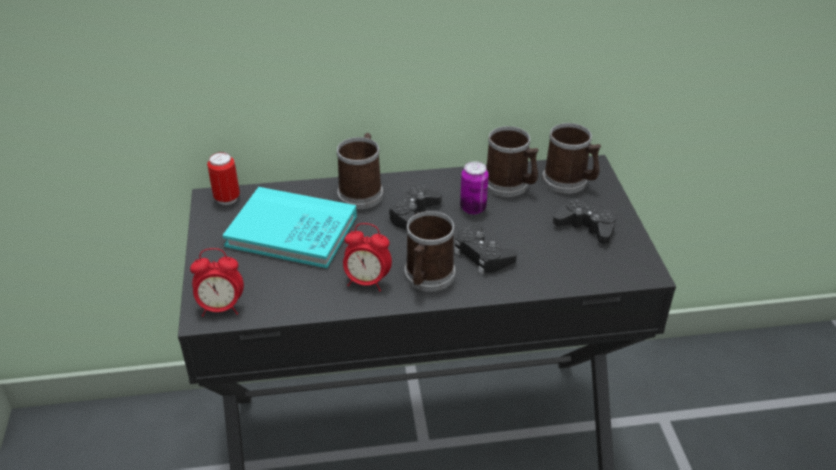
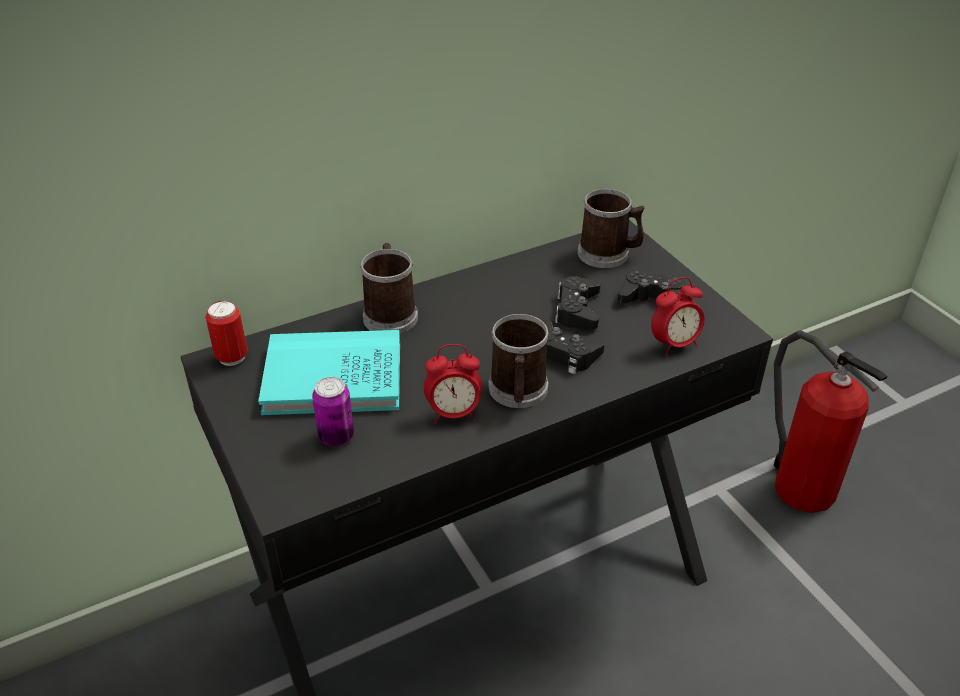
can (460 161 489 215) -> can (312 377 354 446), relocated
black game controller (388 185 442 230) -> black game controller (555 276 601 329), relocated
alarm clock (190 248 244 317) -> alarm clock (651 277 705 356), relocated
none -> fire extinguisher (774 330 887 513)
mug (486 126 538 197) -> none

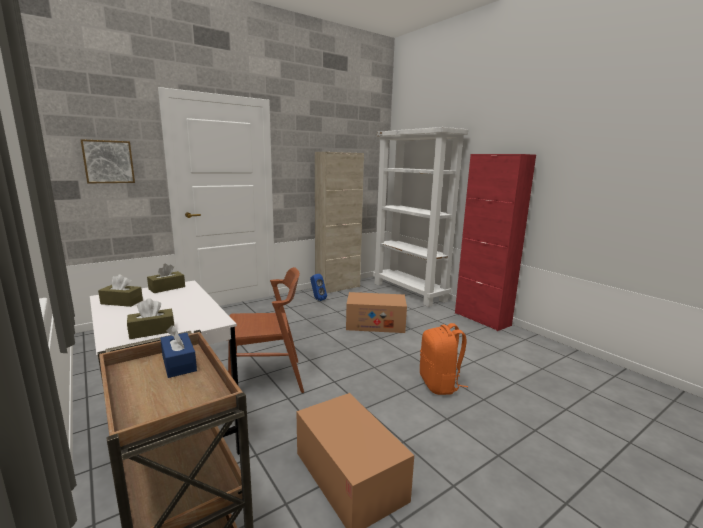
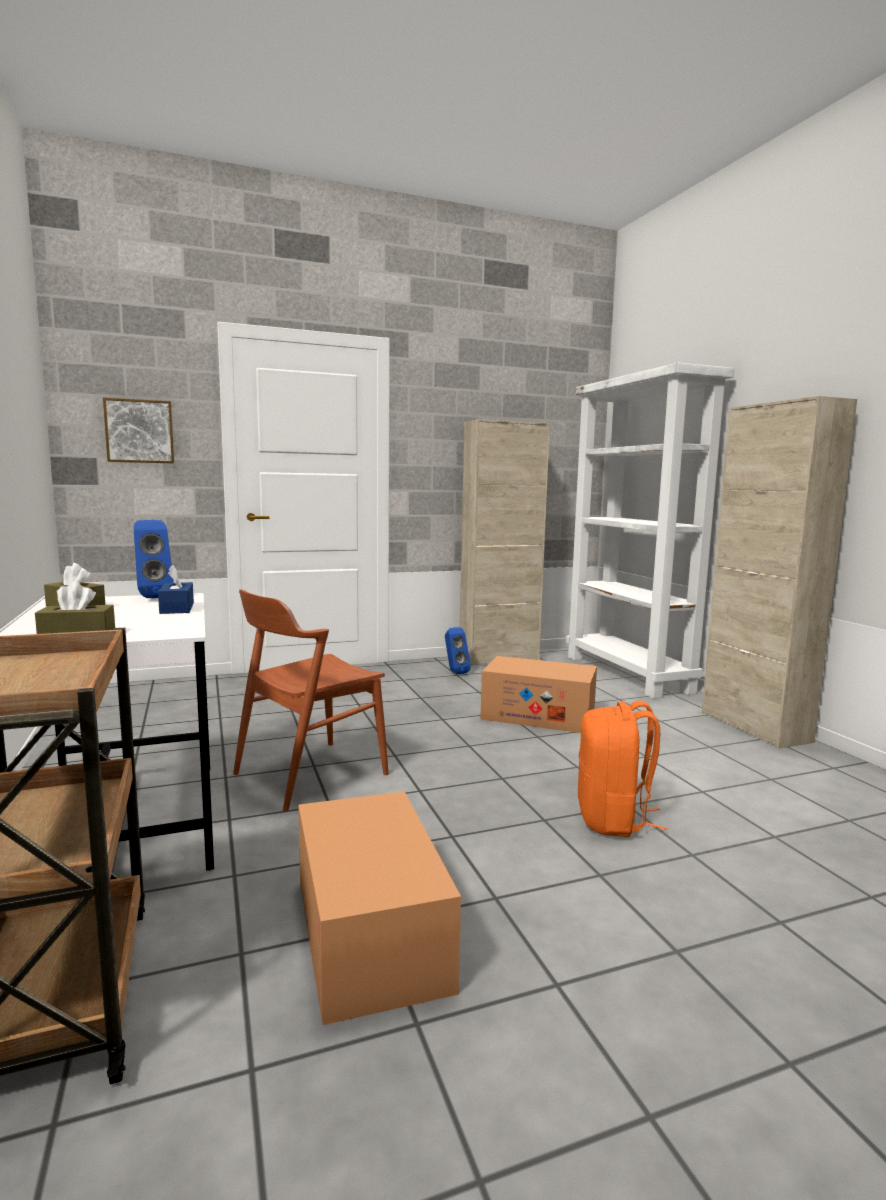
brown tissue box (147 264 185 293) -> blue speaker (134 520 174 598)
blue tissue box (160 325 197 378) -> blue tissue box (158 565 194 614), relocated
brown chair (228 267 304 393) -> brown chair (233 590 389 811), 135 degrees clockwise
red cabinet (455 154 536 331) -> beige cabinet (702 396 857 749)

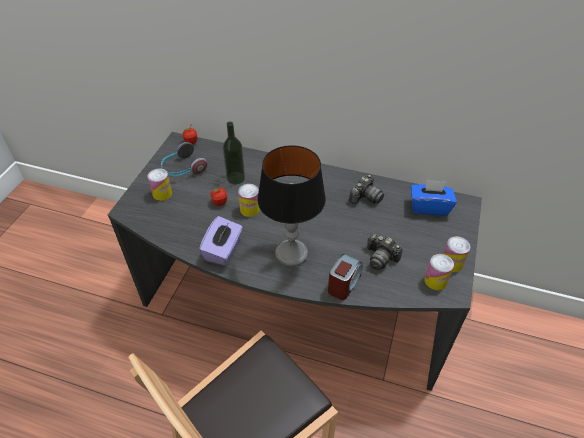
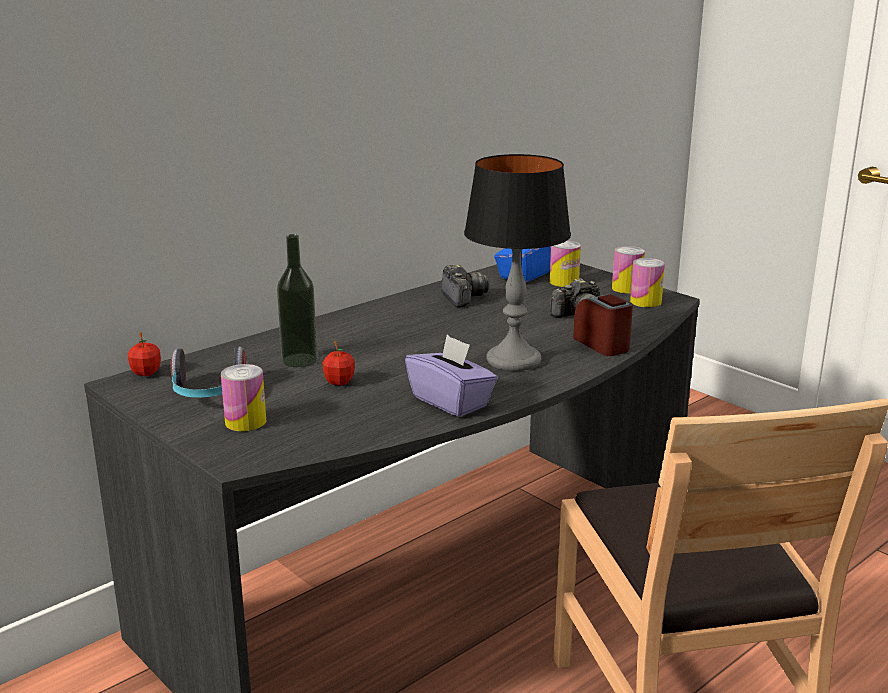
can (238 184 260 217) -> can (549 241 581 287), relocated

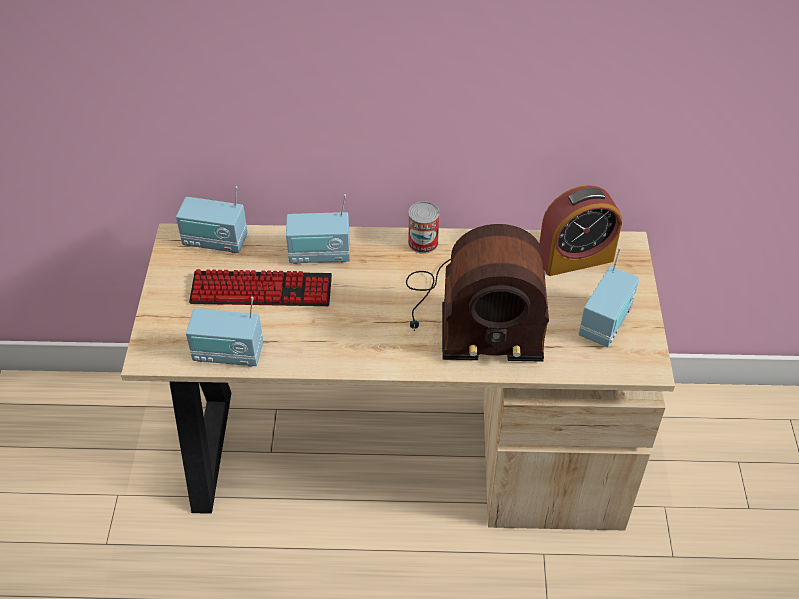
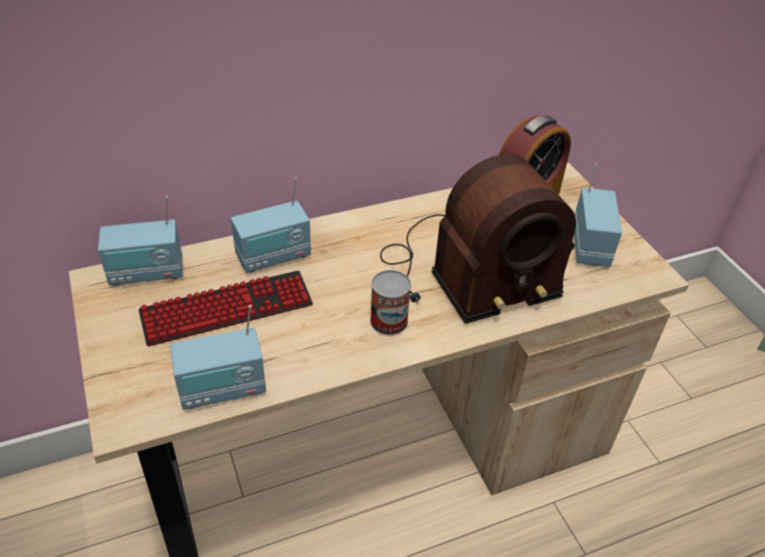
can (408 201 440 254) -> can (370 270 411 335), relocated

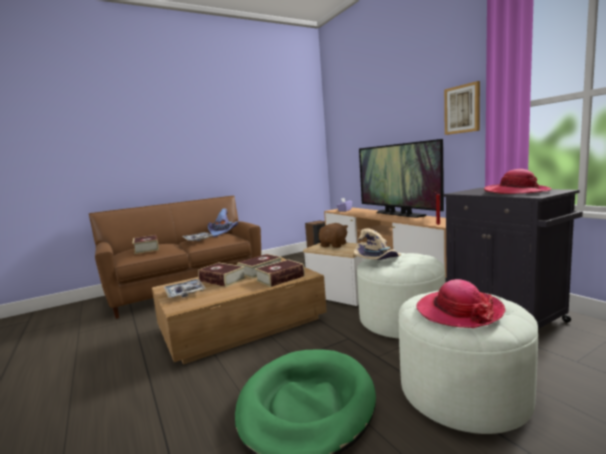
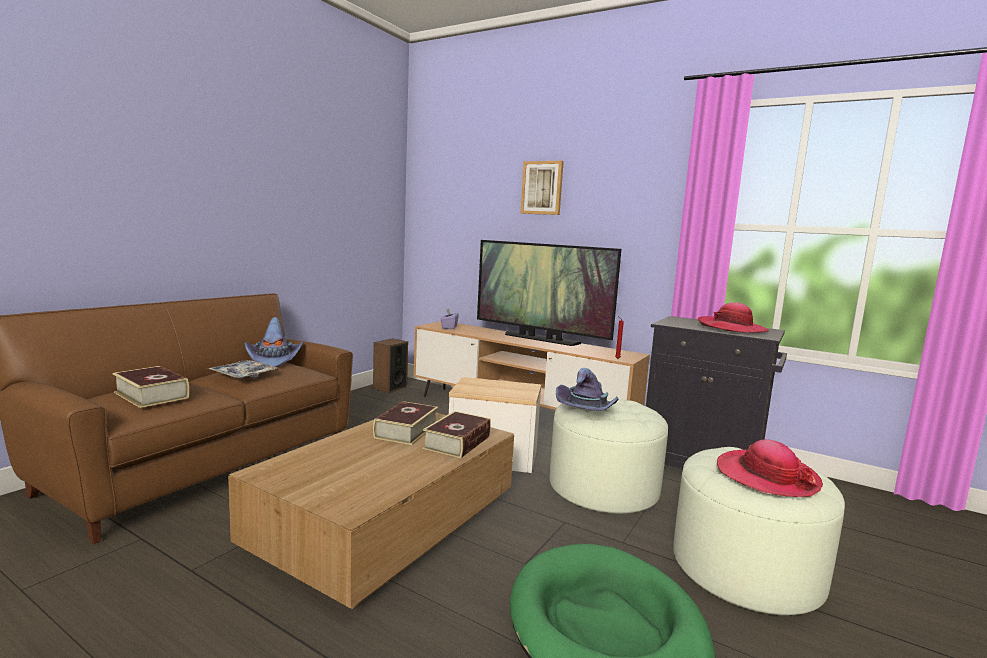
picture (444 81 480 135) -> picture (520 161 564 215), relocated
beige hat (354 228 401 260) -> purple hat (556 368 619 411)
tray (164 279 206 298) -> none
book (198 263 246 287) -> none
brown plush toy (319 223 348 248) -> none

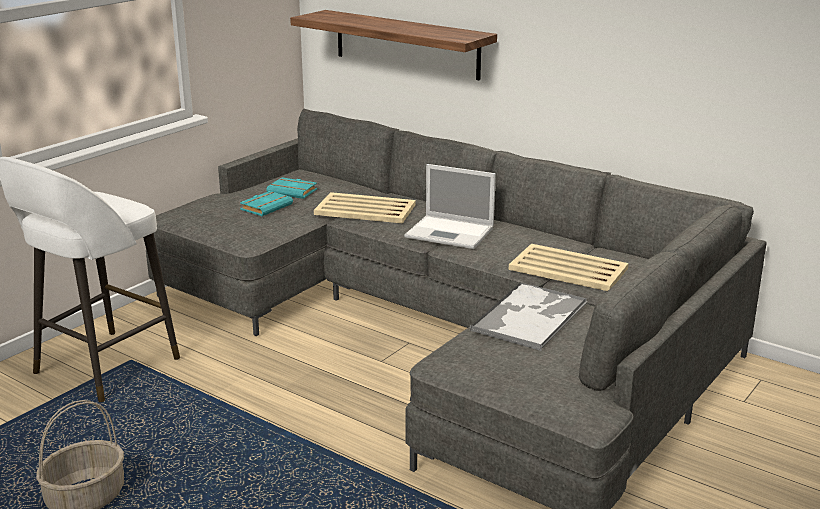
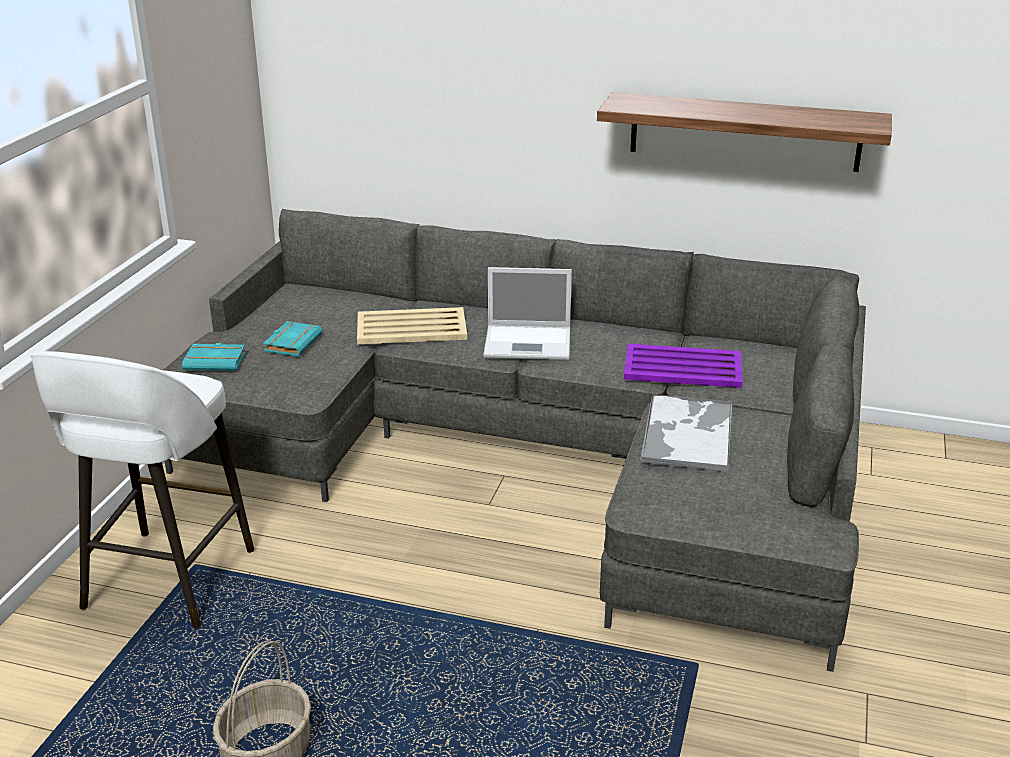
turquoise book (266 178 317 199) -> turquoise book (182 343 246 371), relocated
shelf (290 10 497 80) -> shelf (597 92 892 172), relocated
beige tray (509 244 629 291) -> purple tray (624 344 743 388)

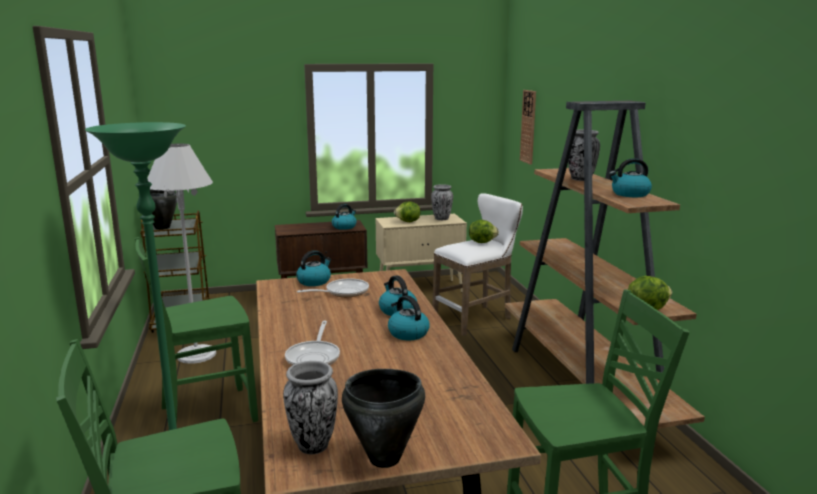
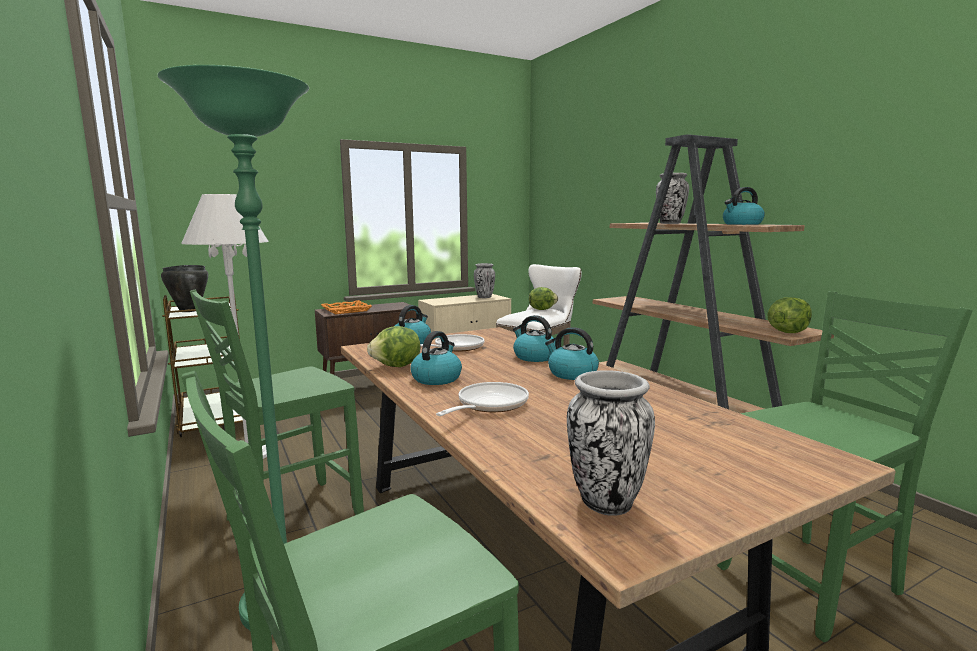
none -> orange tray (321 300 372 314)
lettuce (394 202 420 222) -> lettuce (367 326 420 367), relocated
kettle (332 204 357 230) -> kettle (410 331 462 385), relocated
frying pan (285 321 340 365) -> frying pan (436 382 529 416), 135 degrees counterclockwise
black cooking pot (342 369 425 468) -> none
wall clock (520 90 536 165) -> none

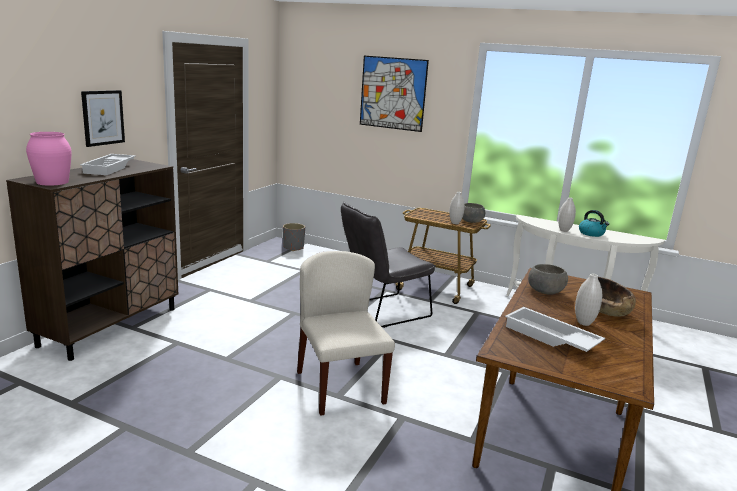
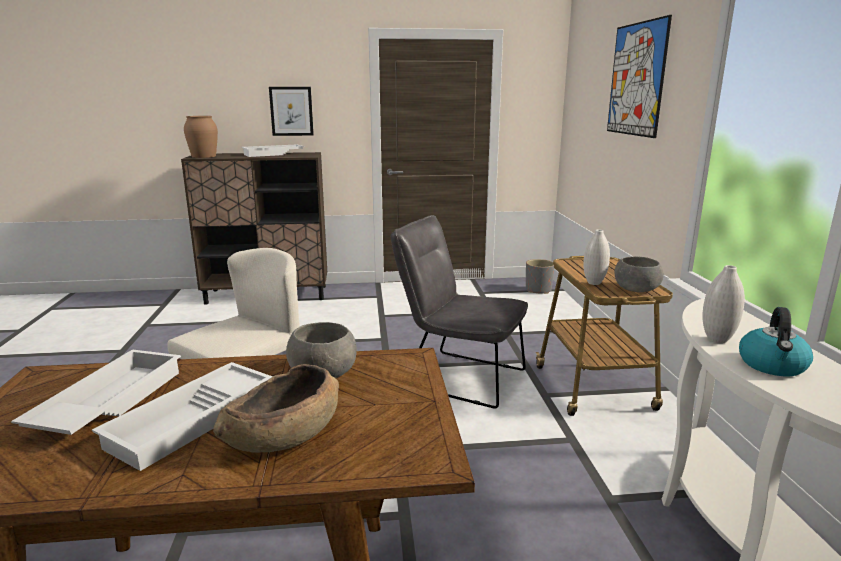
white vase (575 274 602 326) -> white tray (92 362 273 471)
pink vase (26 132 72 186) -> brown vase (184 116 218 158)

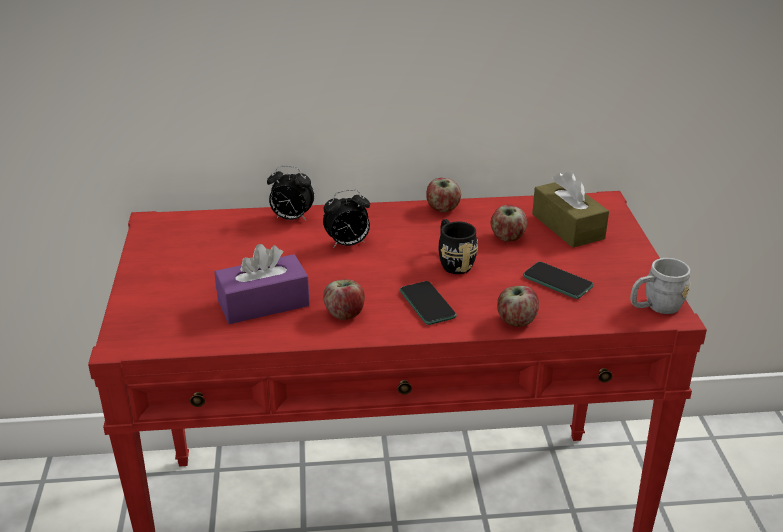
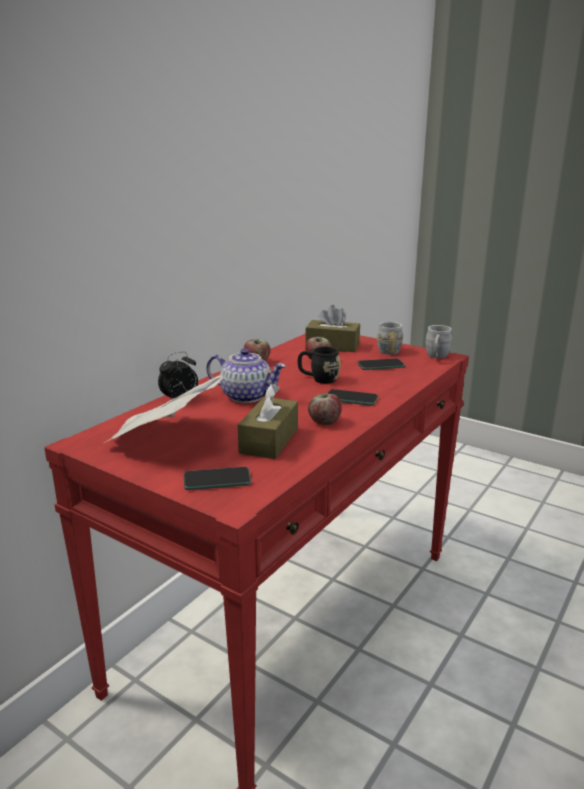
none -> newspaper (104 375 223 443)
none -> phone (184 467 251 490)
alarm clock (323 189 370 248) -> teapot (206 348 286 403)
purple tissue box (215 244 310 324) -> brown tissue box (238 384 298 459)
none -> grey mug (377 322 403 355)
apple (497 286 539 327) -> none

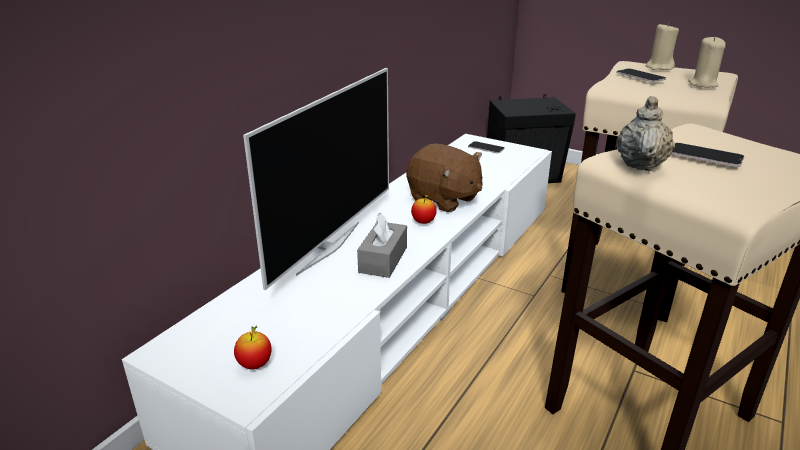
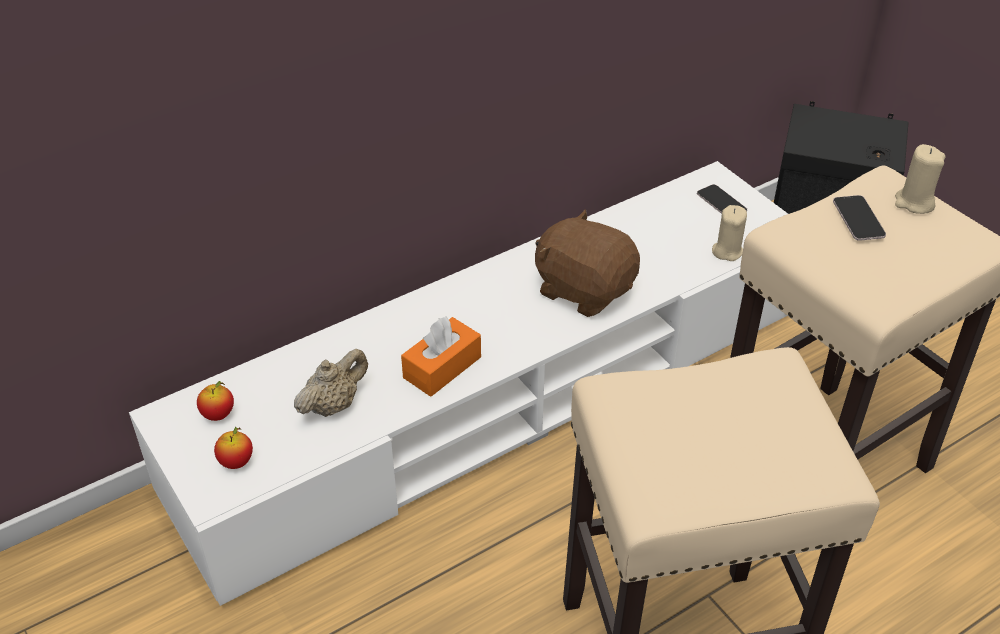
apple (411 194 437 224) -> apple (197 381 234 421), relocated
beige teapot (616 96 675 171) -> beige teapot (294 349 368 417), relocated
grey tissue box (357 213 407 278) -> orange tissue box (401 317 481 397)
brown plush toy (406 143 482 212) -> brown plush toy (535 209 640 317), 150 degrees clockwise
beige candle (688 36 726 88) -> beige candle (712 205 747 261), relocated
television (243 68 389 290) -> none
phone (672 143 745 167) -> none

